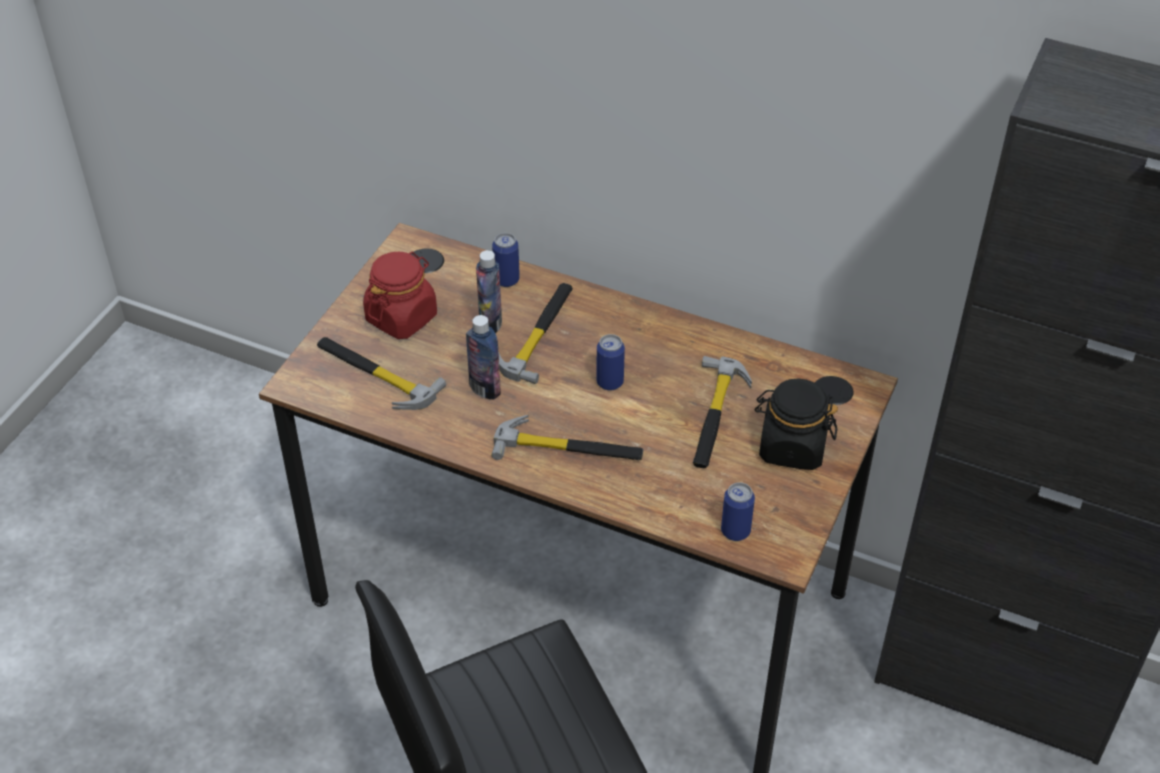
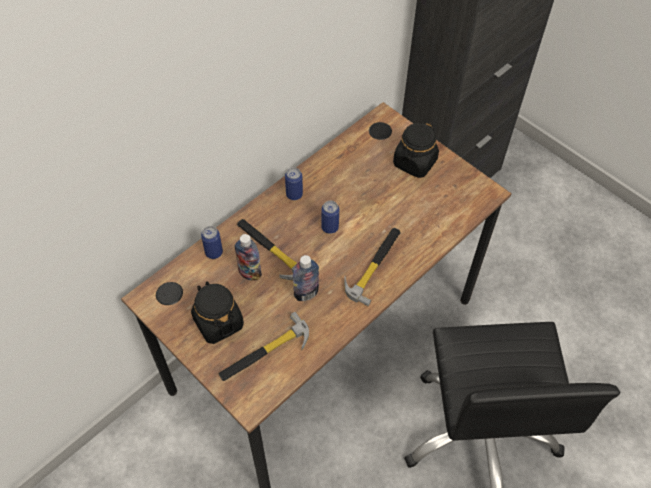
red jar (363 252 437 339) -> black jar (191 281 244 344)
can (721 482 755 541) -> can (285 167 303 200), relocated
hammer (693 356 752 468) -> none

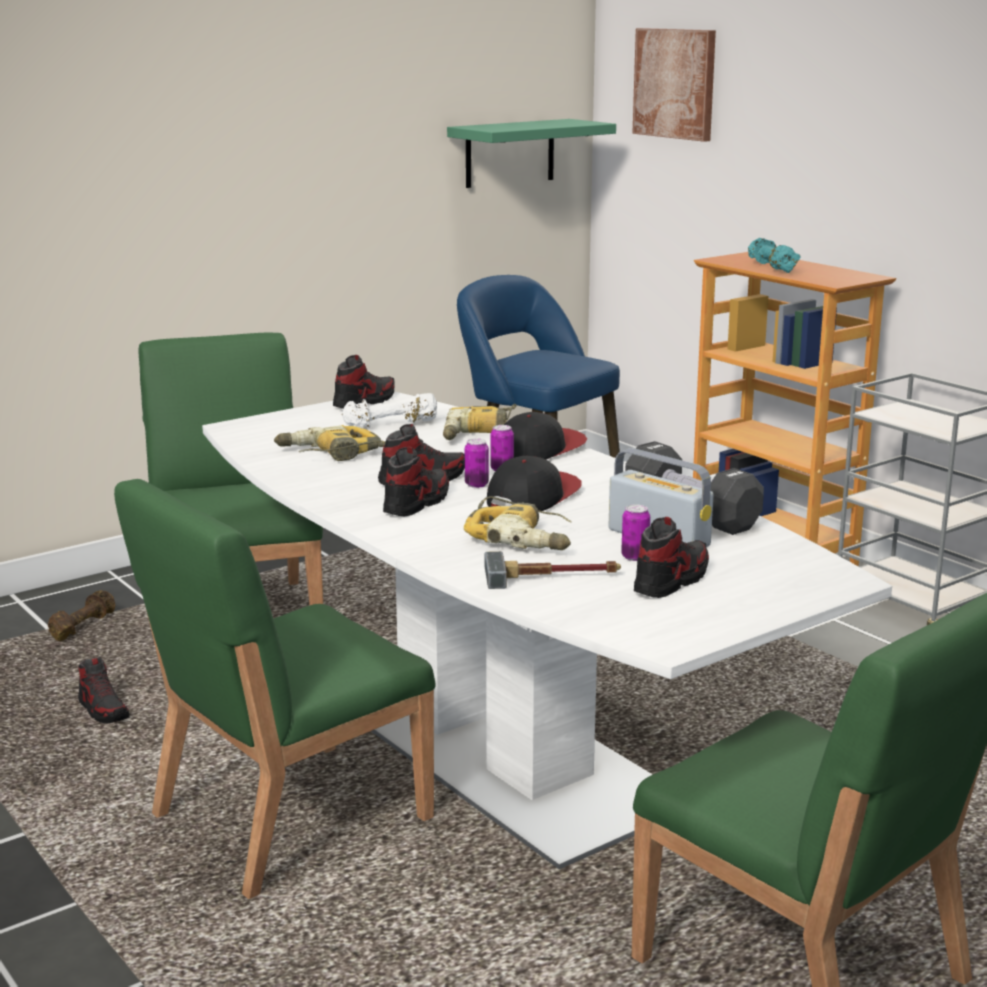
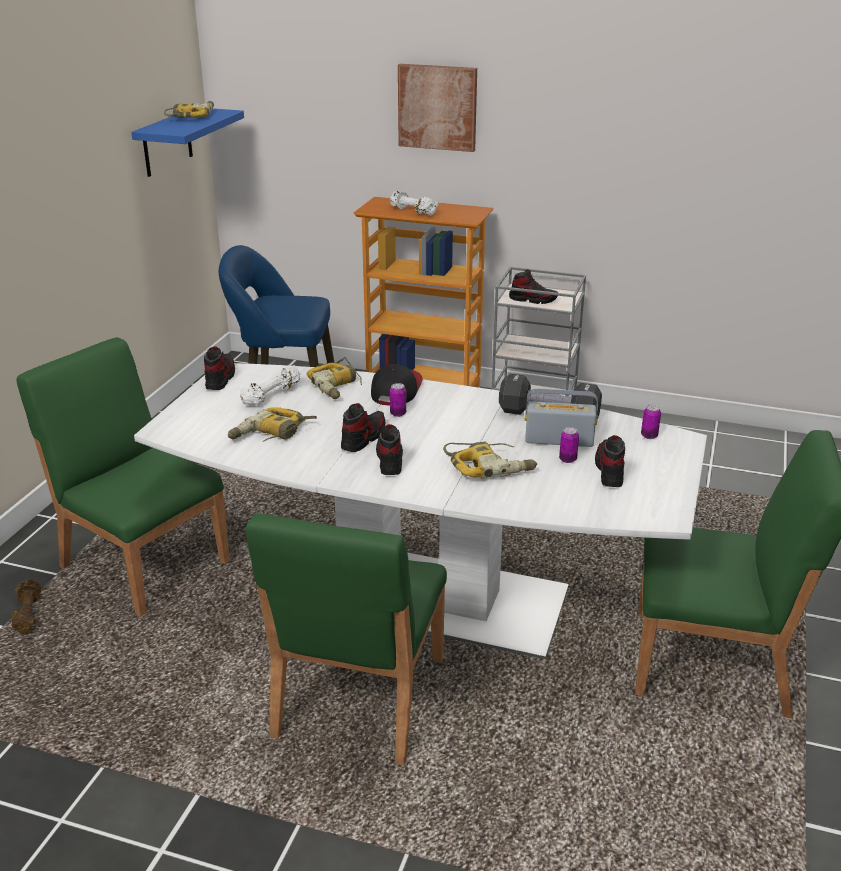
green shelf (447 119 616 188) -> blue shelf (131 108 244 177)
none -> power drill (164 101 214 118)
turquoise dumbbell (748 238 801 273) -> white dumbbell (390 191 438 216)
picture (632 28 716 142) -> picture (398 64 477 152), relocated
shoe (78 657 130 724) -> shoe (509 269 558 304), relocated
can (465 439 489 488) -> can (641 404 661 439), relocated
hammer (485 551 621 589) -> none
cap (487 456 582 511) -> none

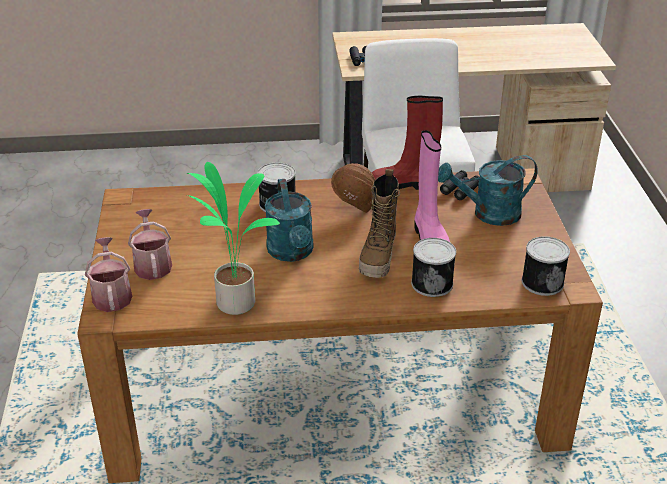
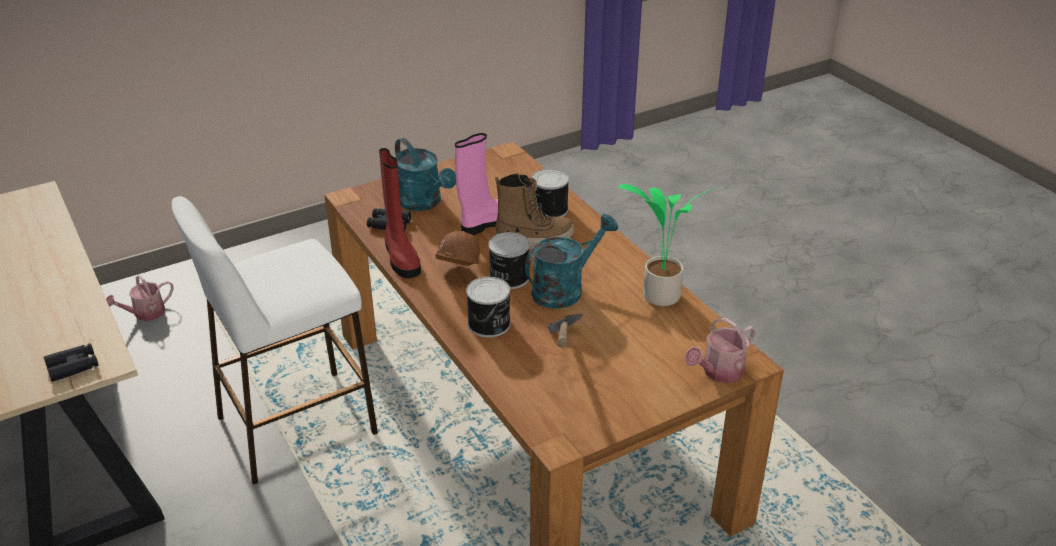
watering can (128 209 172 280) -> watering can (106 275 174 321), relocated
can (522 236 570 296) -> can (489 232 530 289), relocated
none -> hammer (548 314 583 348)

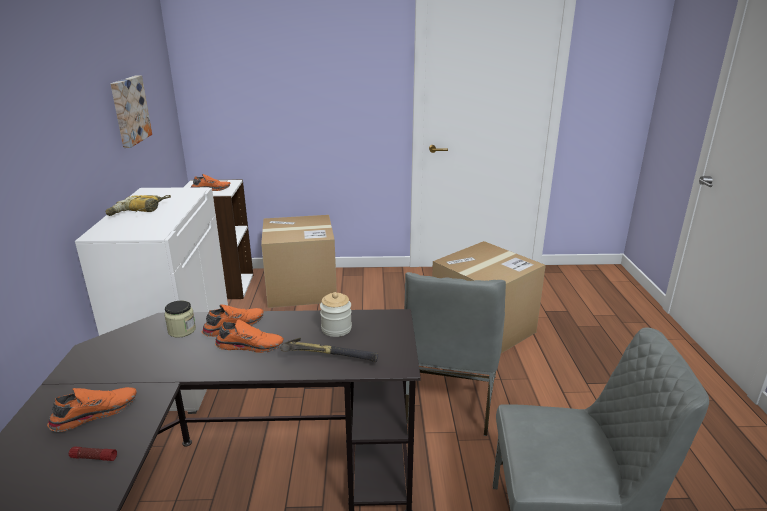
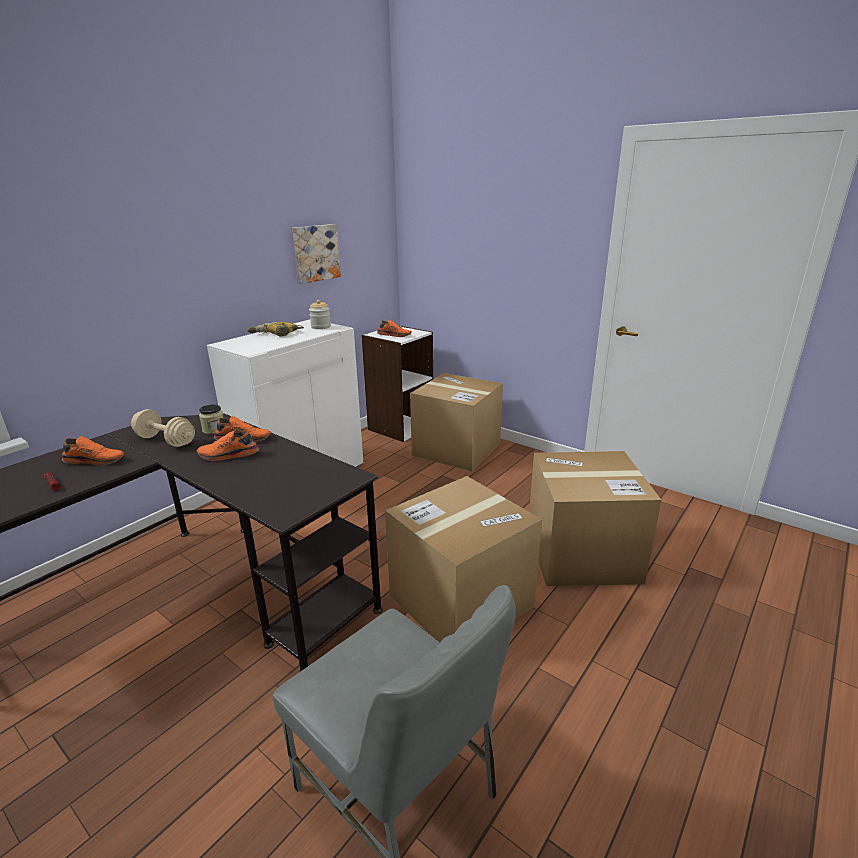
none -> beige dumbbell (131 409 195 447)
orange shoe (215 319 284 353) -> orange shoe (196 430 259 461), 135 degrees clockwise
jar (320 292 352 337) -> jar (309 300 331 329), relocated
grey chair (404 272 506 436) -> cardboard box (385 476 542 642)
hammer (281 338 378 362) -> none

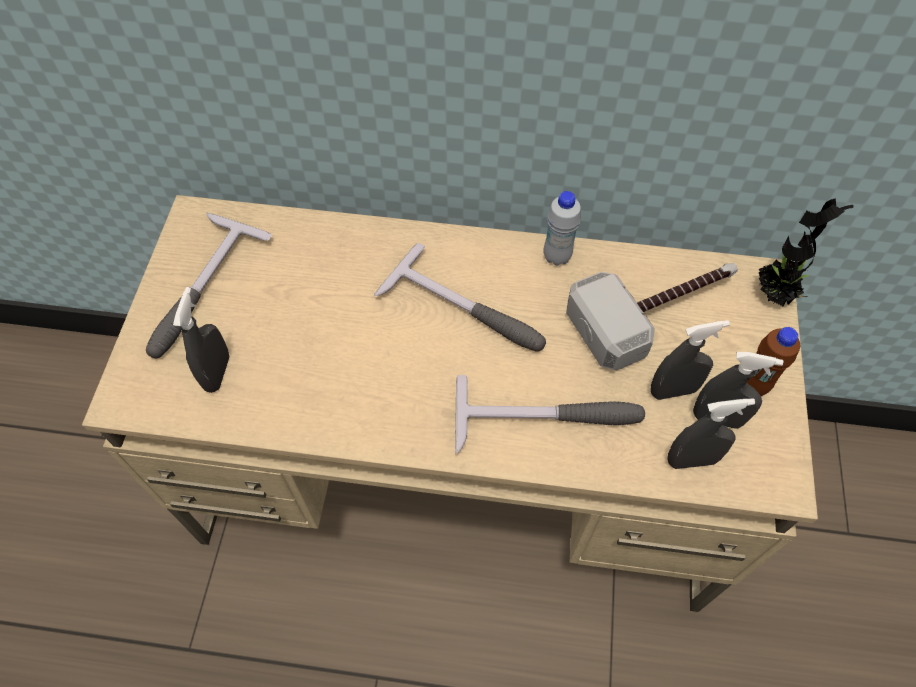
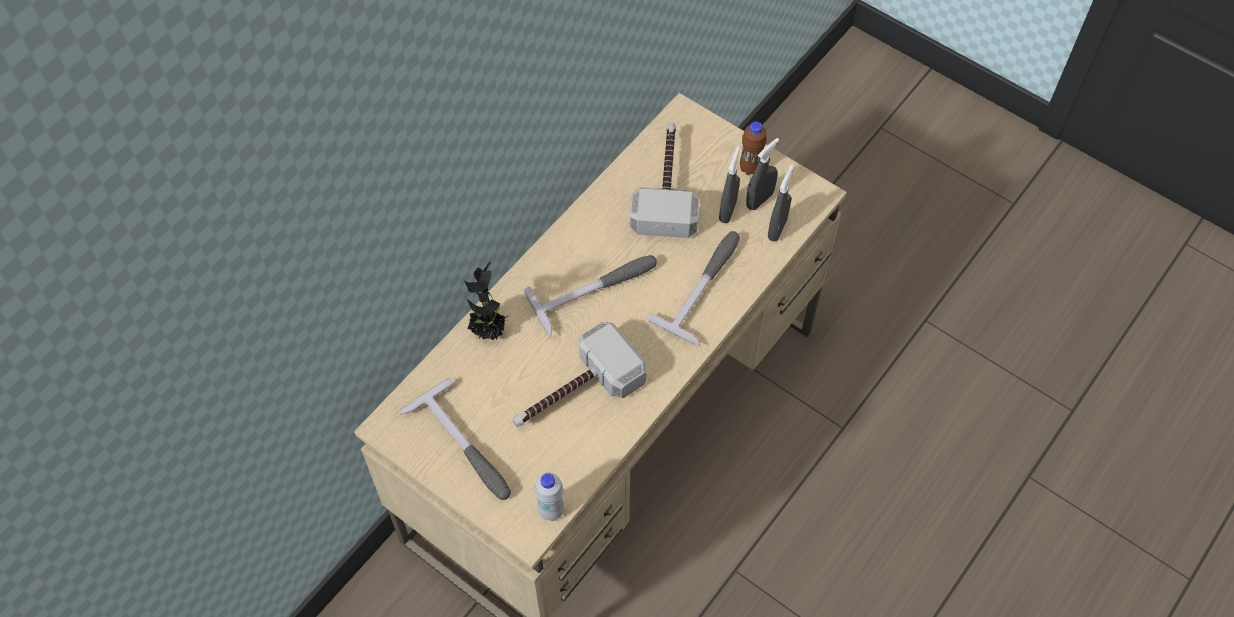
potted plant (759 198 853 306) -> potted plant (464 261 508 340), relocated
none -> hammer (512 322 646 427)
white bottle (543 191 581 266) -> white bottle (535 473 564 521), relocated
grey spray bottle (173 287 229 393) -> none

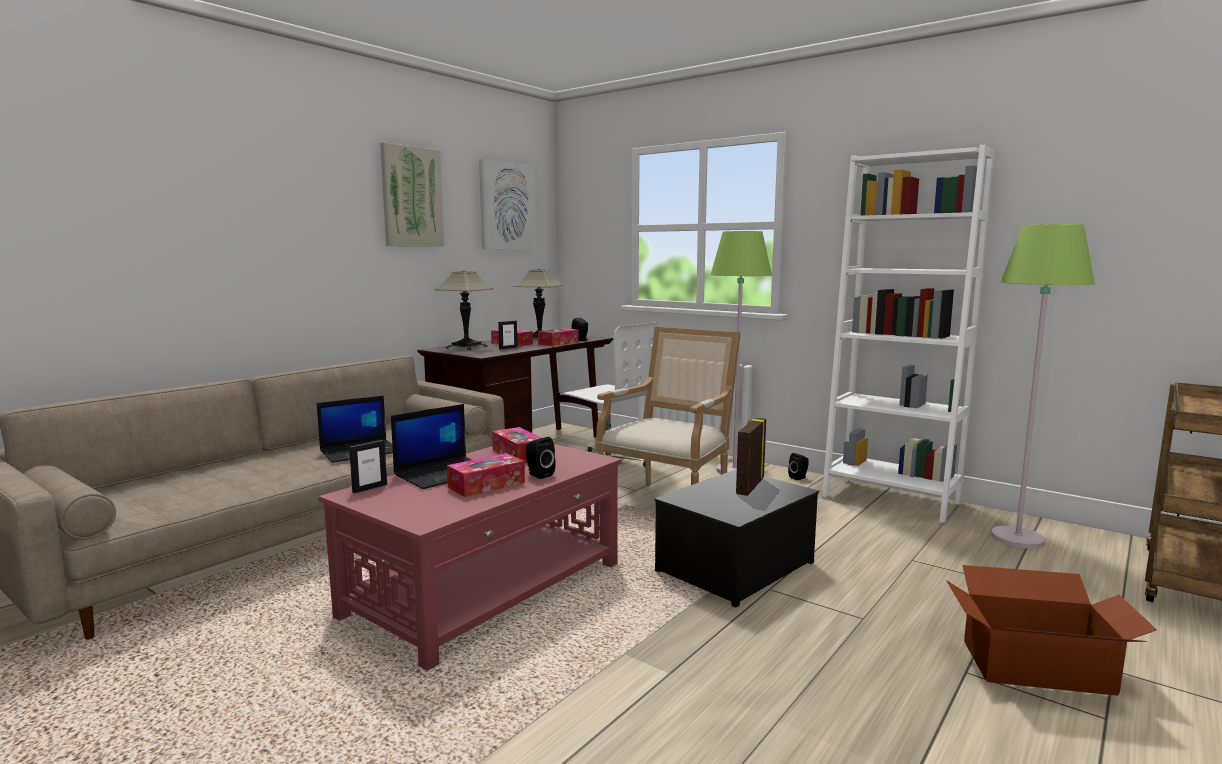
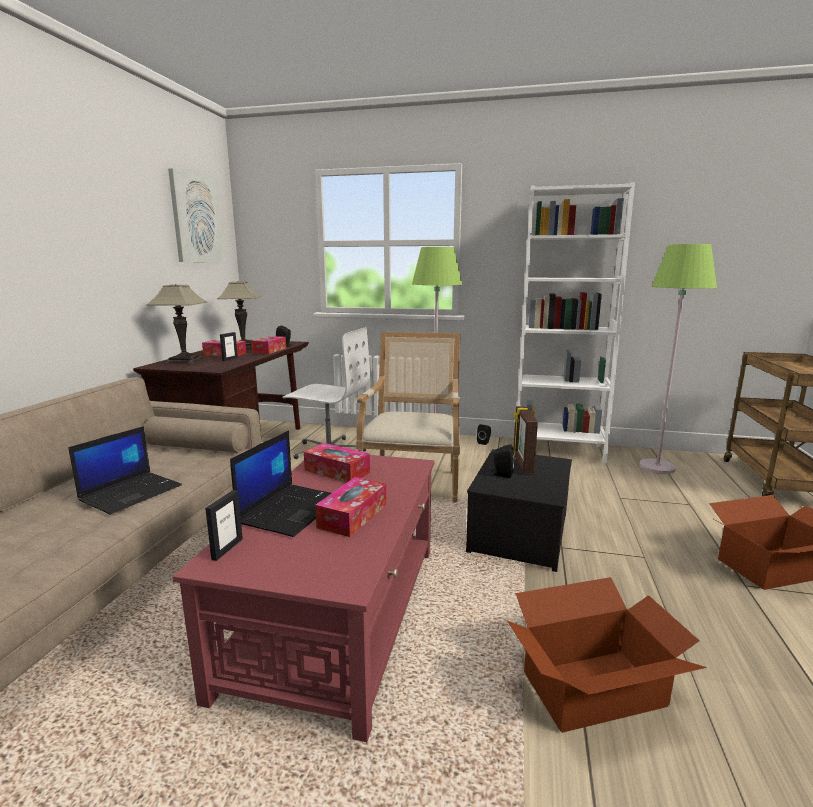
black speaker (526 437 556 479) -> black speaker (491 444 515 478), relocated
none -> cardboard box (507 577 707 733)
picture (380 142 444 247) -> none

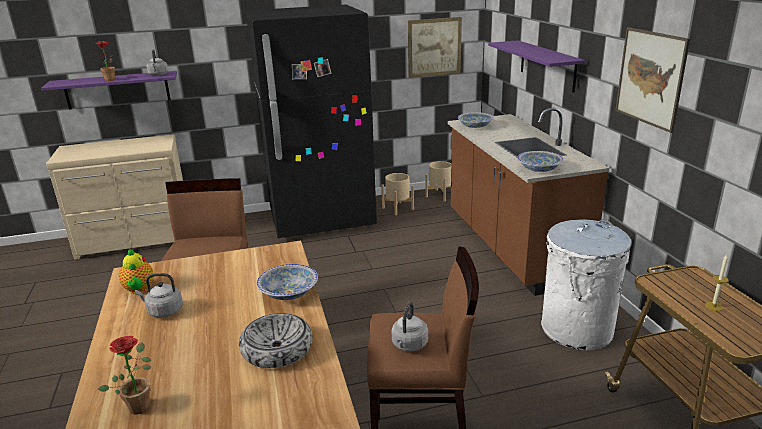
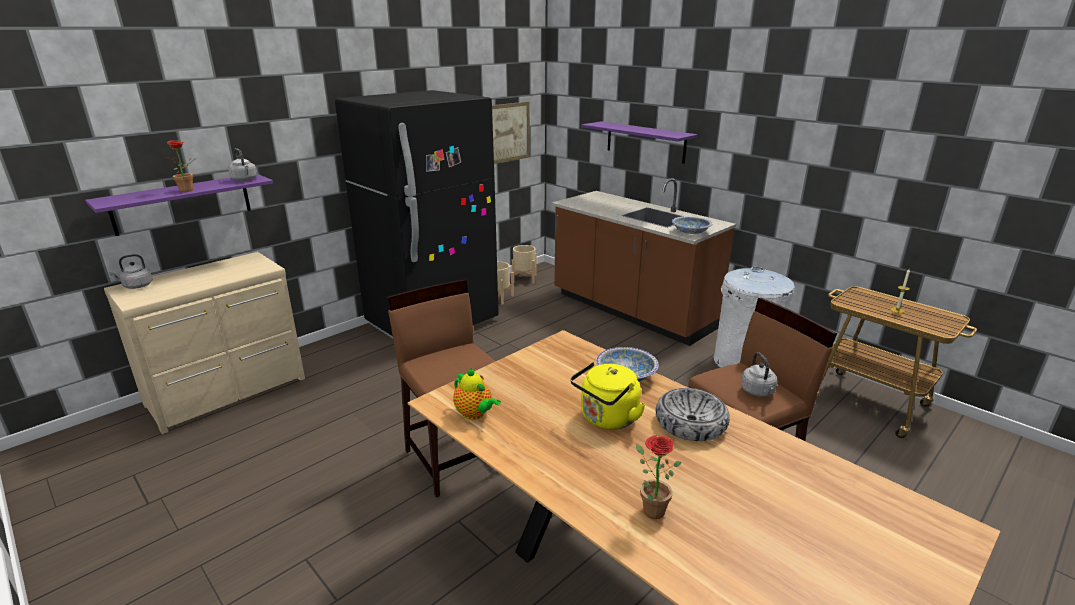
grey kettle (135 273 183 318) -> grey kettle (109 254 153 289), relocated
none -> yellow kettle (570 362 646 430)
bowl (458 112 494 128) -> none
picture (615 27 690 133) -> none

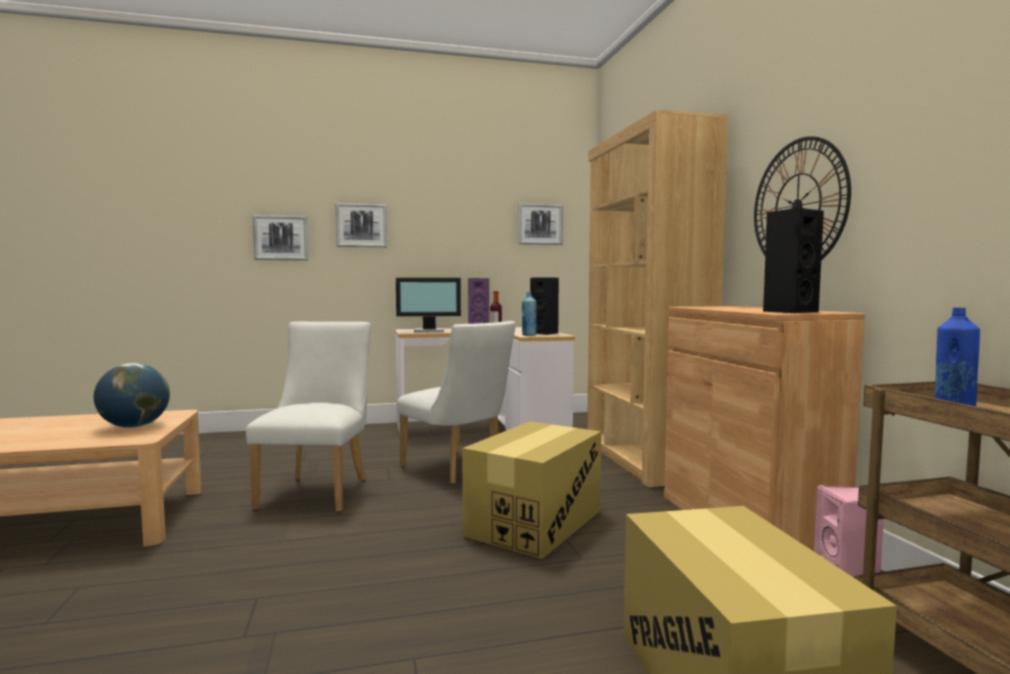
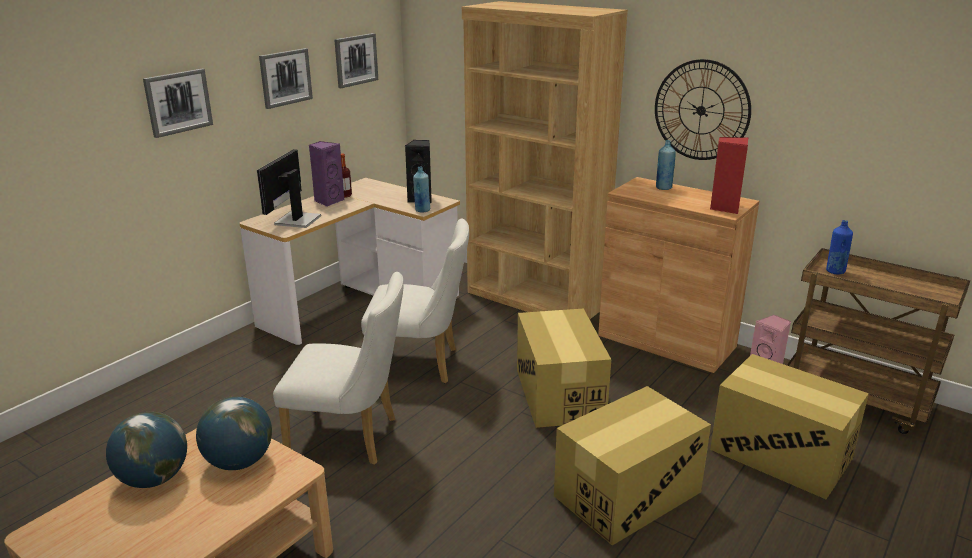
none -> globe (106 412 187 488)
monitor (396 278 461 332) -> monitor (257 149 321 228), 150 degrees clockwise
picture (253 215 308 261) -> picture (259 48 313 109), relocated
white chair (246 322 371 512) -> white chair (273 272 404 465), 135 degrees clockwise
none -> cardboard box (554 386 711 546)
none -> blue bottle (656 140 676 190)
black speaker (763 208 824 313) -> red speaker (710 137 748 214)

